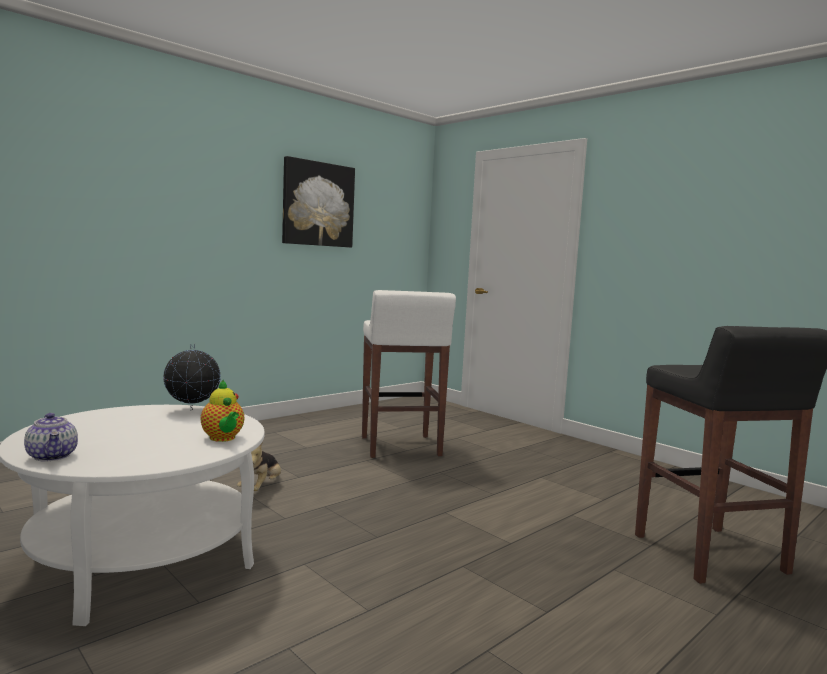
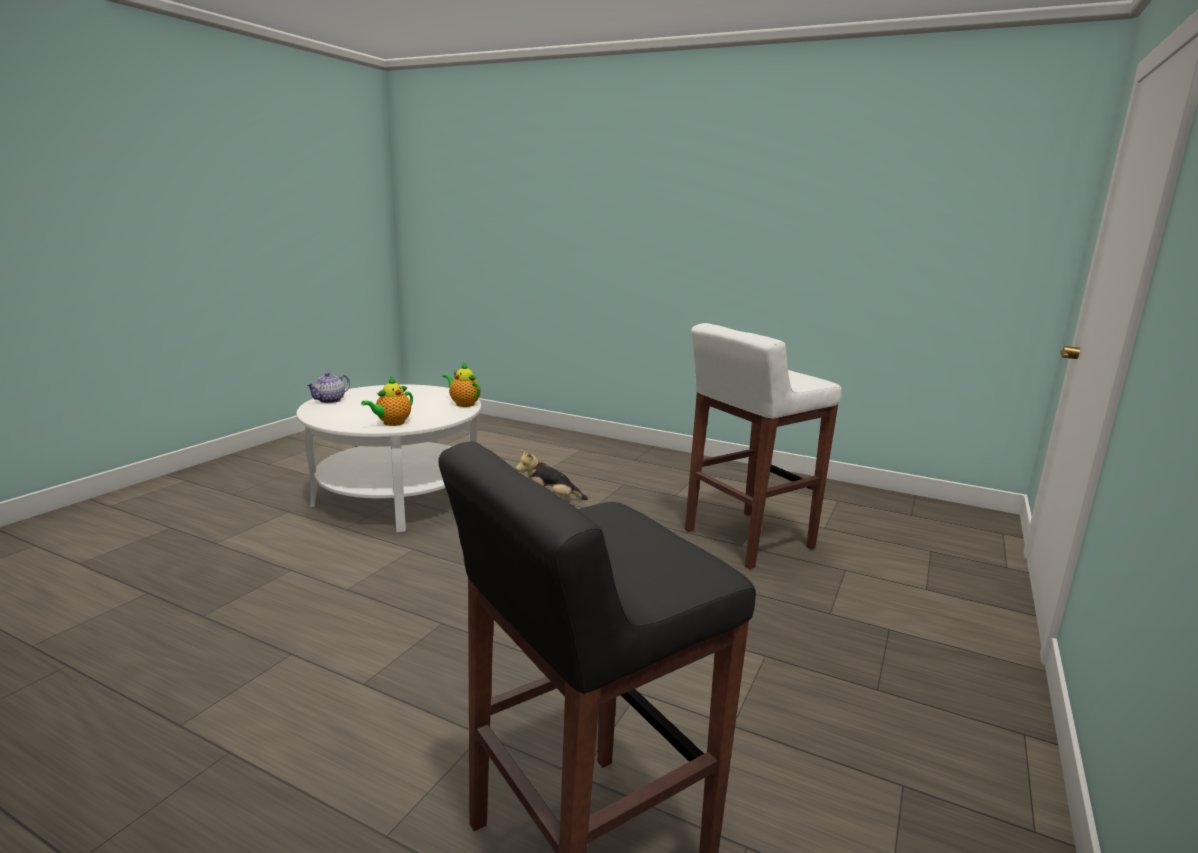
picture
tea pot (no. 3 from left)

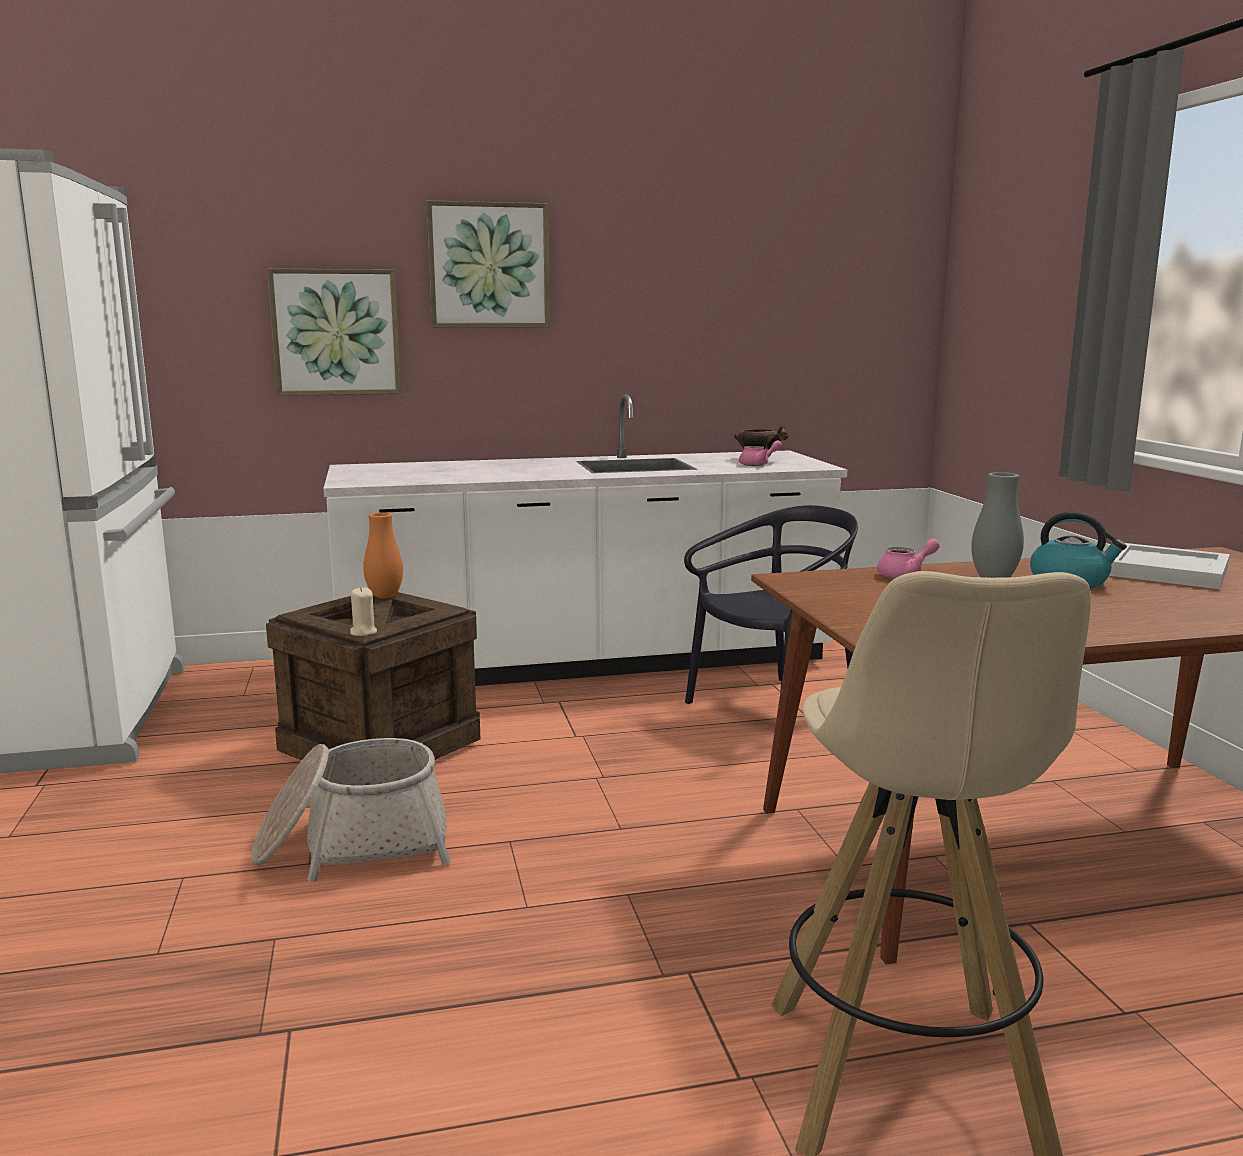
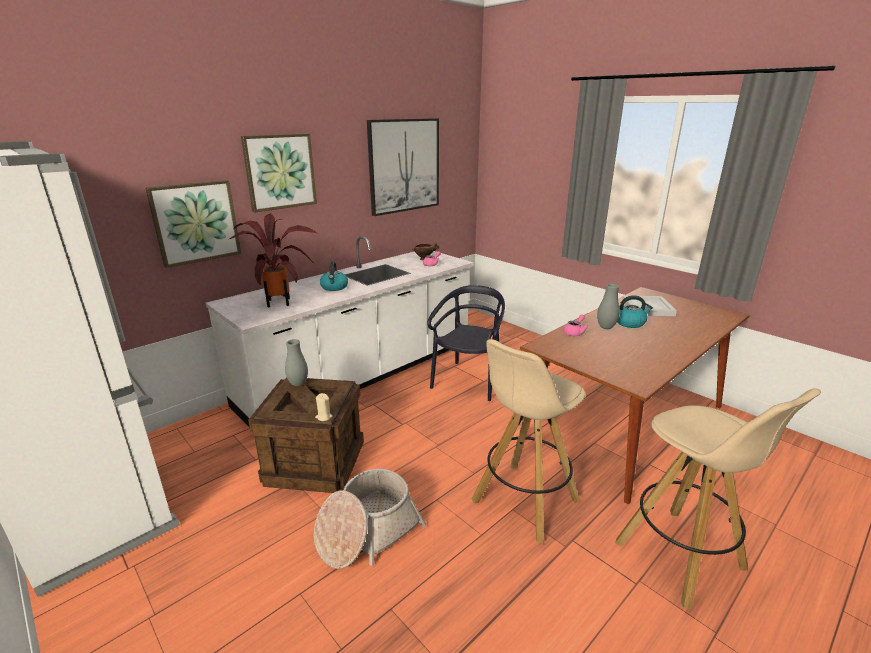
houseplant
water kettle (no. 1 from left)
picture (no. 3 from left)
sand-coloured sitting stool (no. 1 from left)
gray flower vase (no. 1 from left)

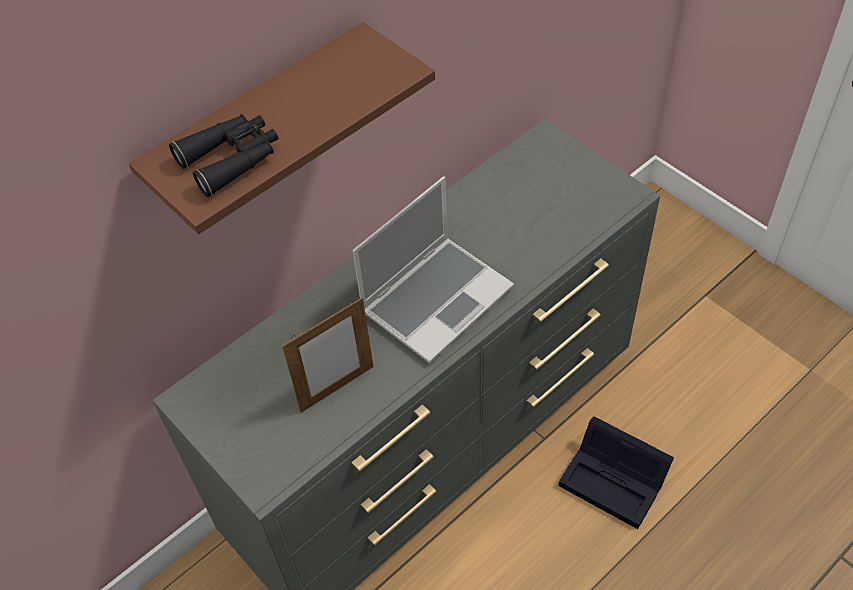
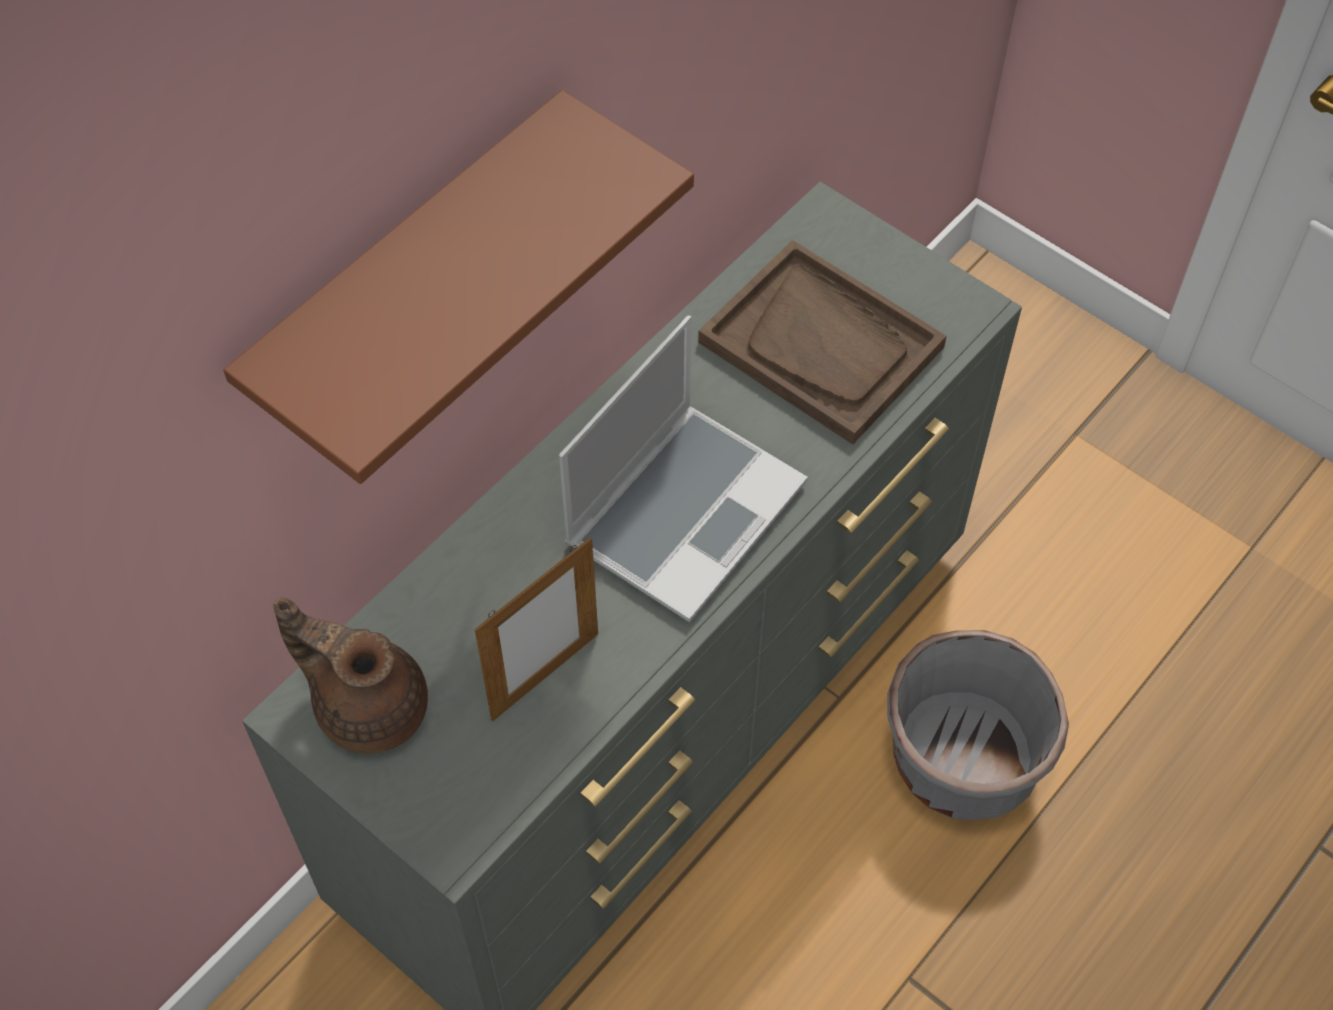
black pair of binoculars
brown-coloured tea pot
brown-coloured carrying tray
gray planter

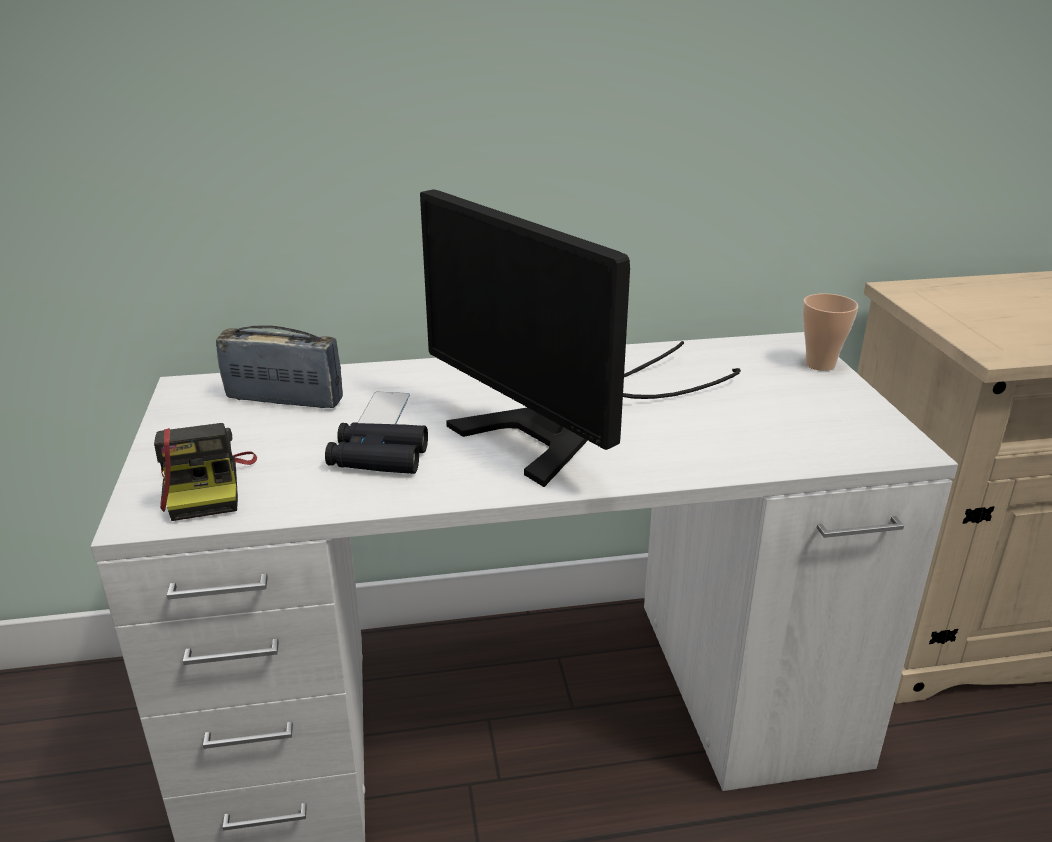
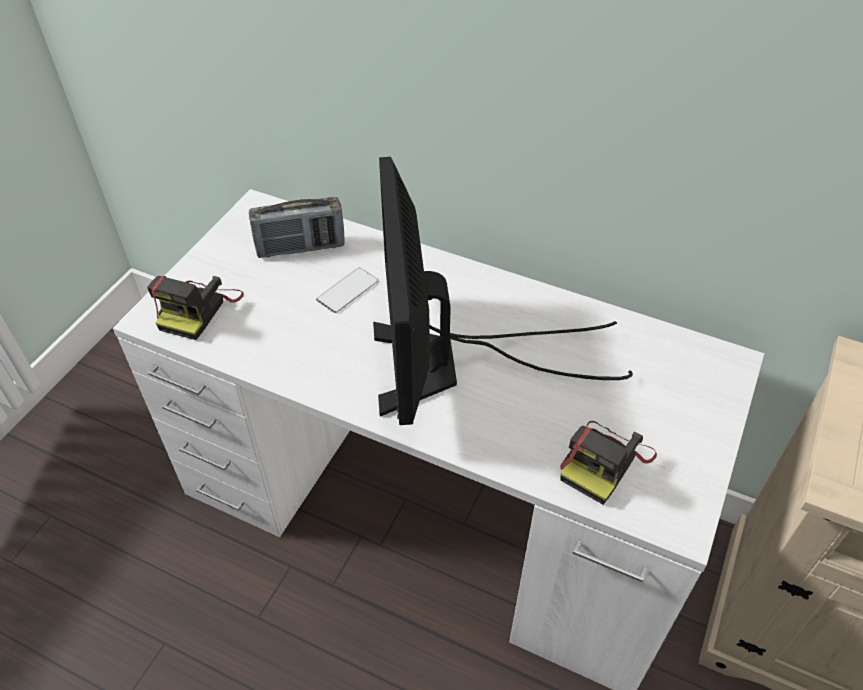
black pair of binoculars
cup
photo camera (no. 2 from left)
radio set

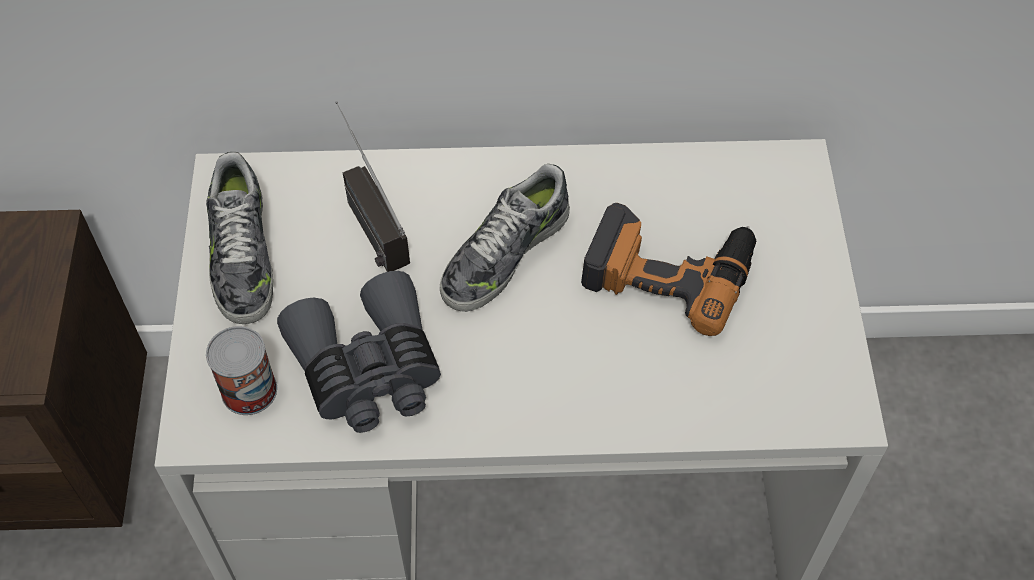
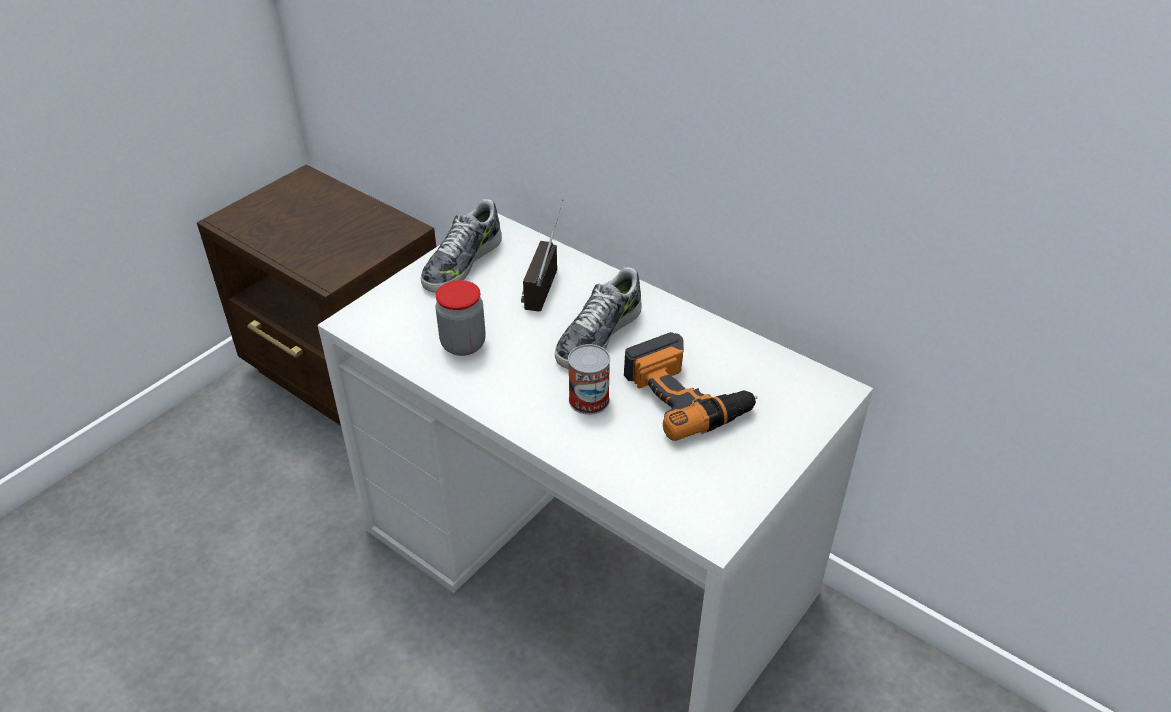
can
preserve jar
low shoe (no. 2 from left)

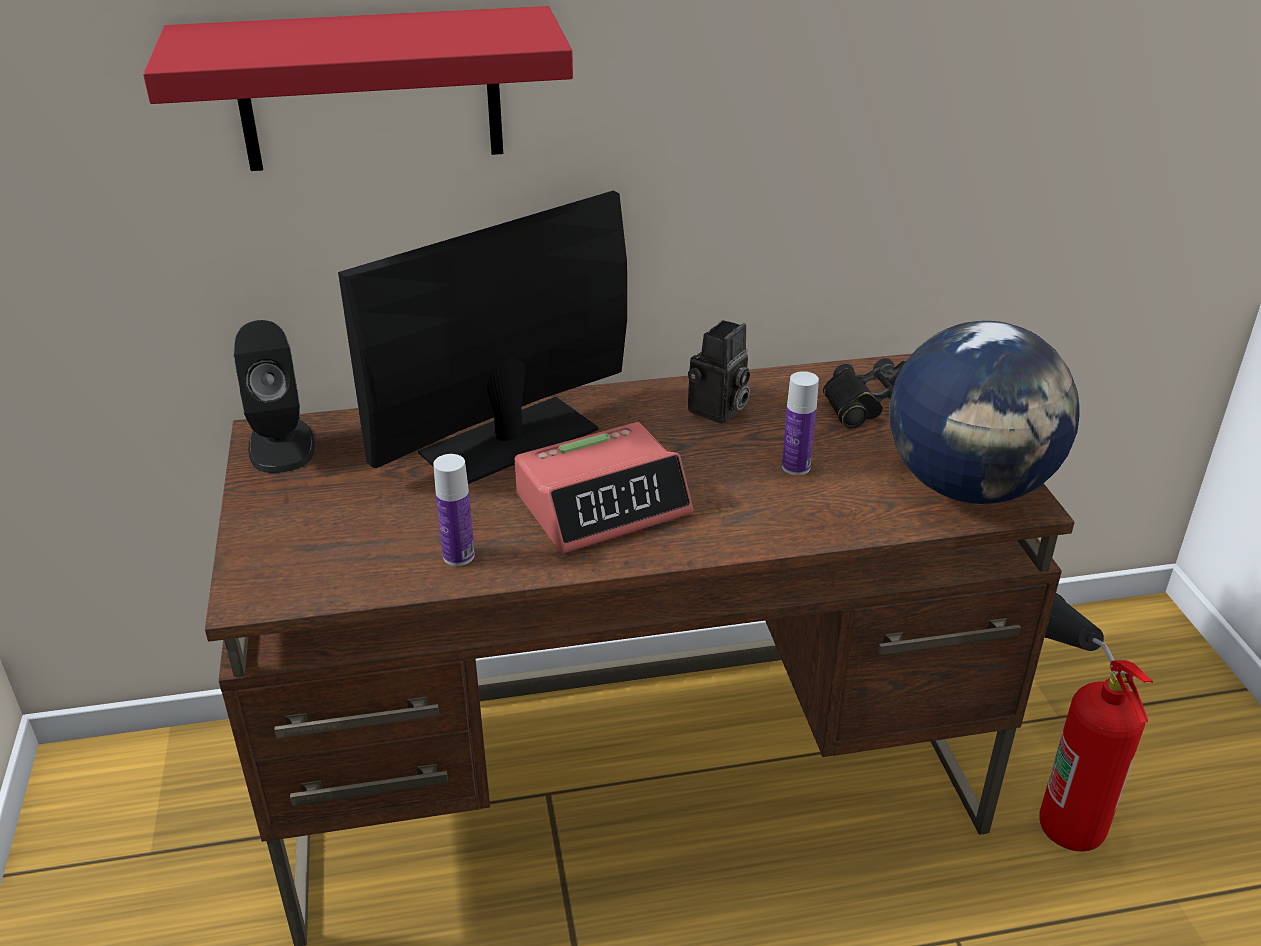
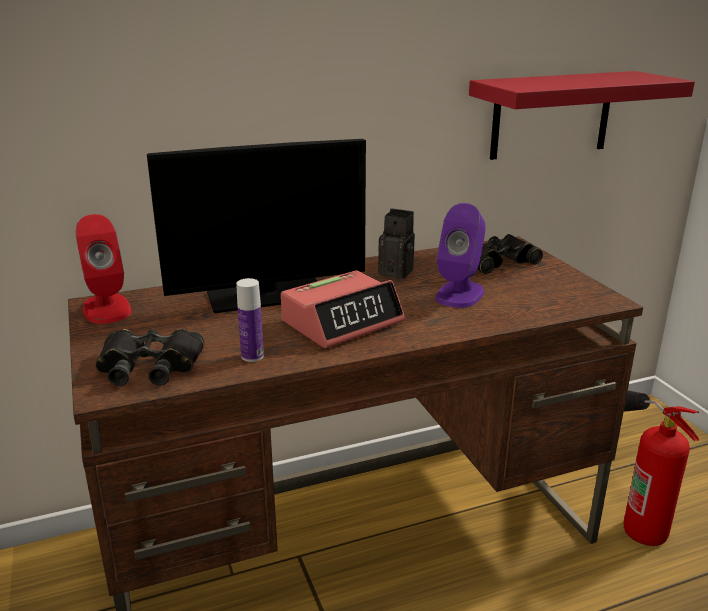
globe
black pair of binoculars (no. 1 from left)
reddish bracket shelf
purple audio speaker
reddish audio speaker
computer display
photo camera

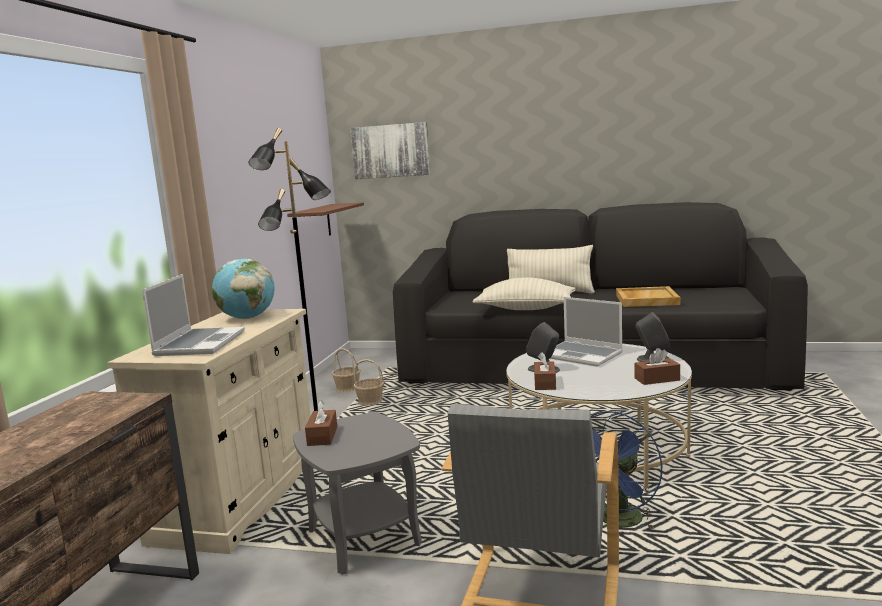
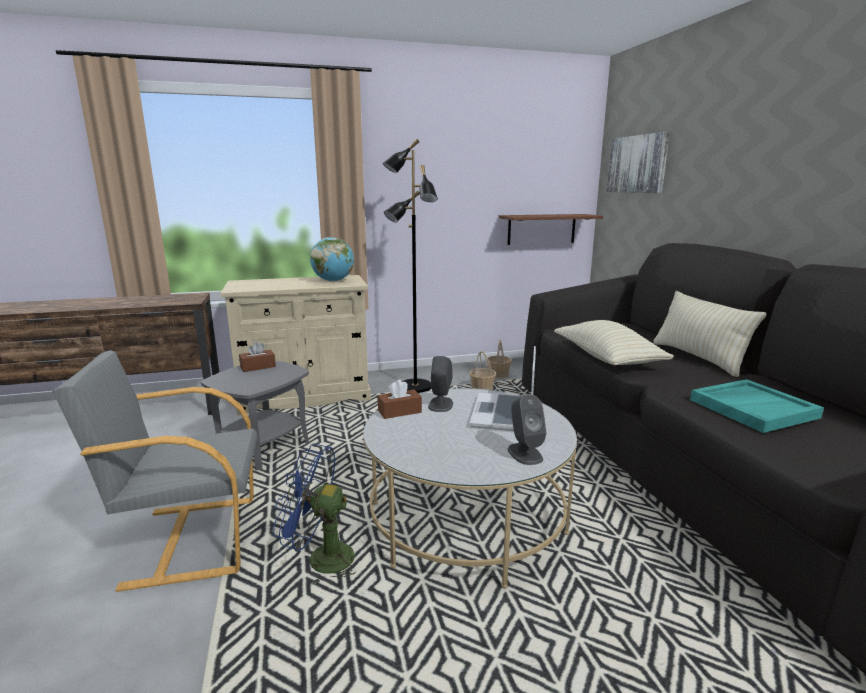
notebook computer (no. 1 from left in the first image)
brown-coloured tissue box (no. 3 from left in the first image)
turquoise-coloured carrying tray

